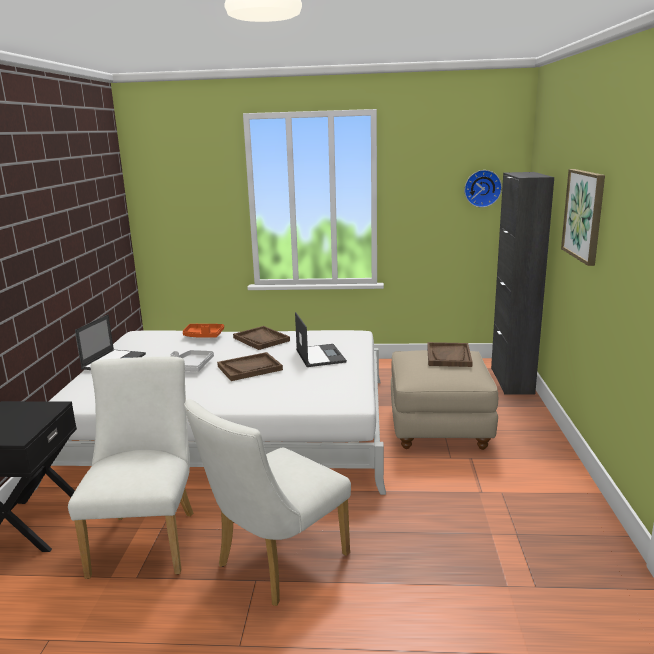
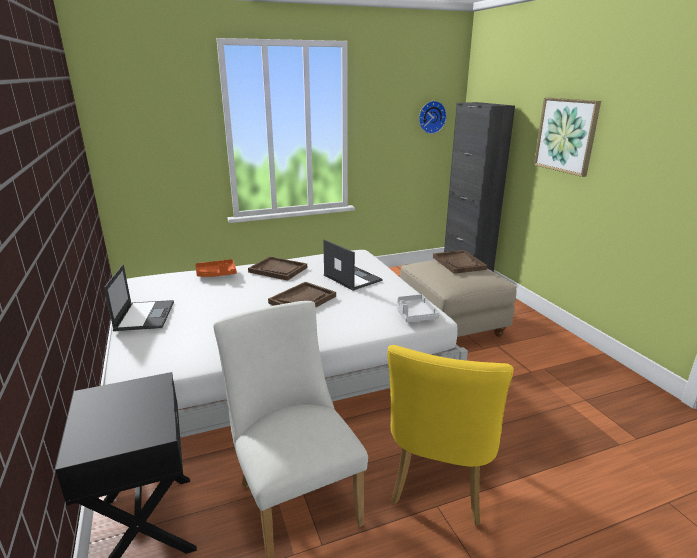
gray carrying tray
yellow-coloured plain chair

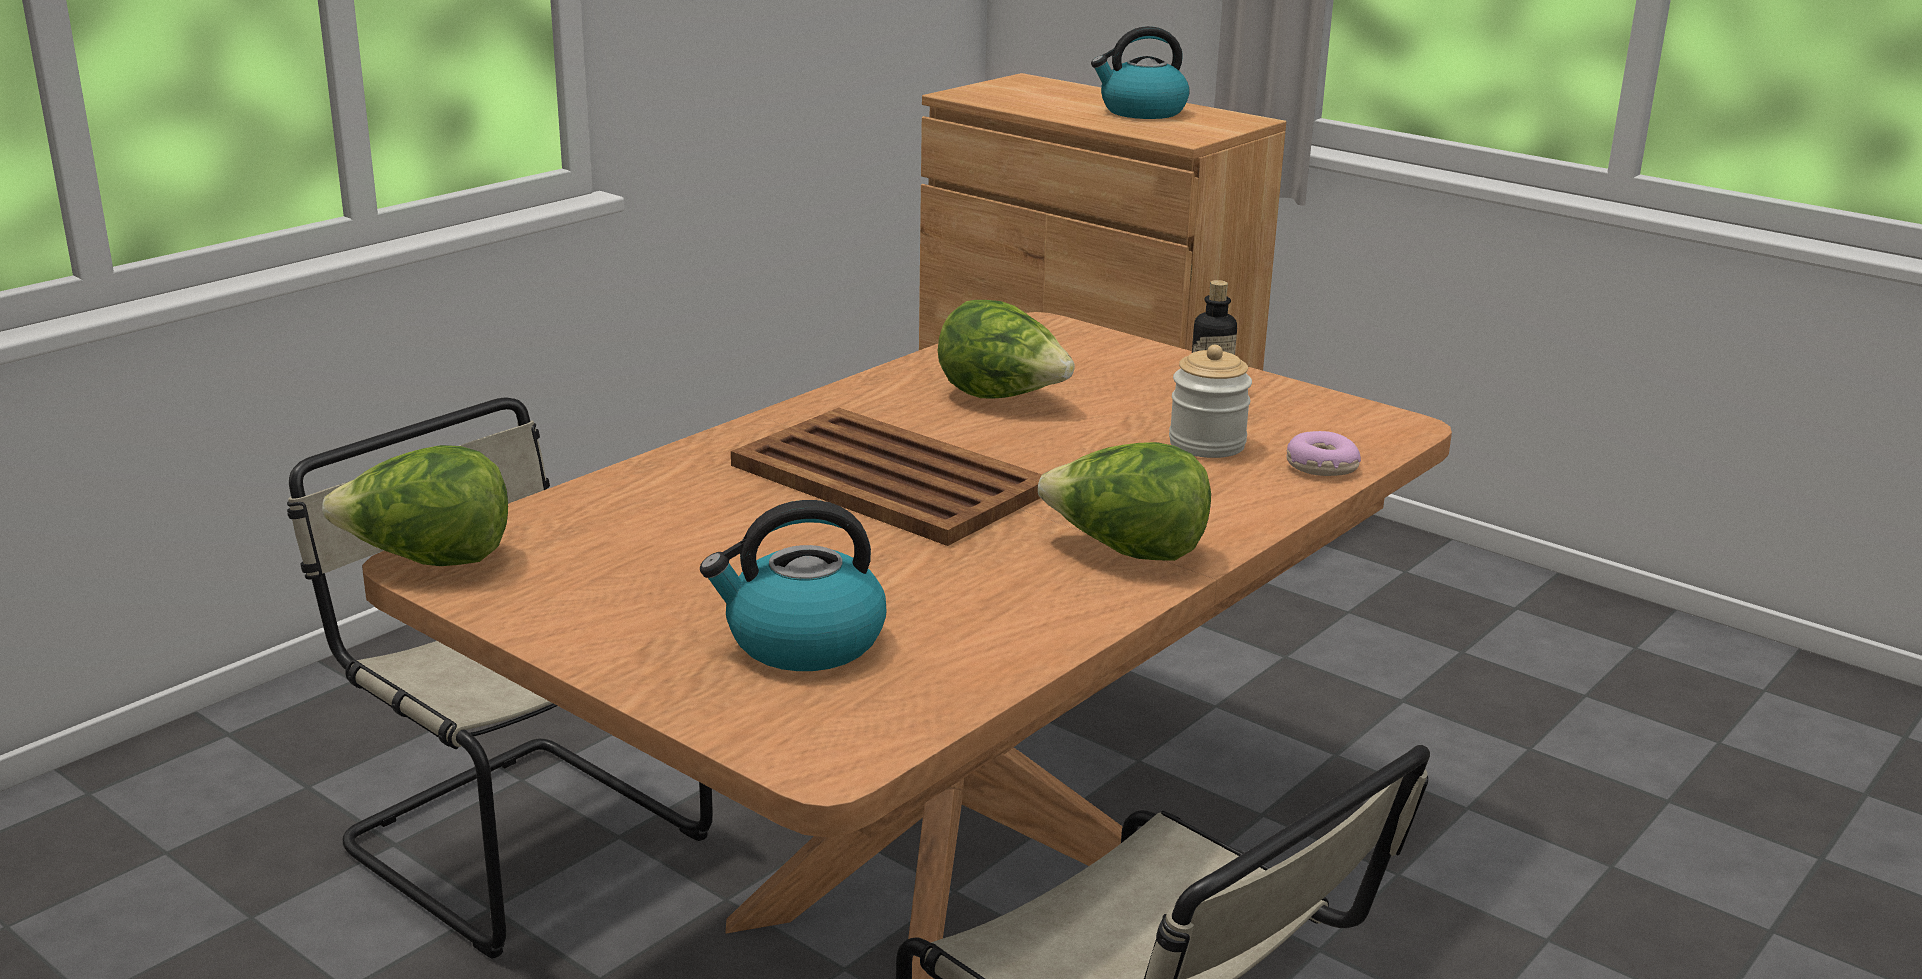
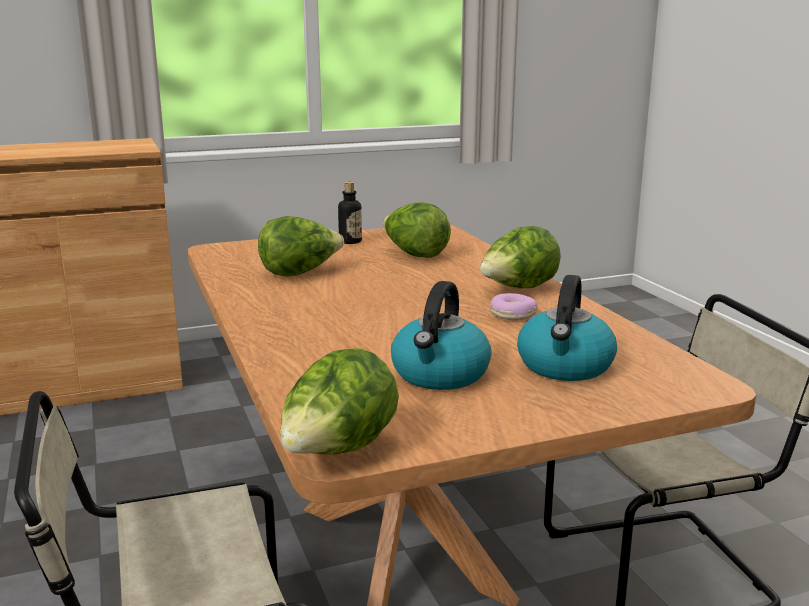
brown-coloured carrying tray
water kettle (no. 1 from left)
ring doughnut
head of lettuce (no. 3 from left)

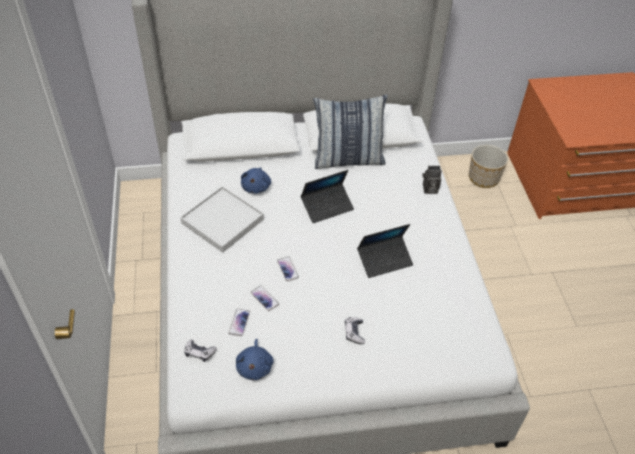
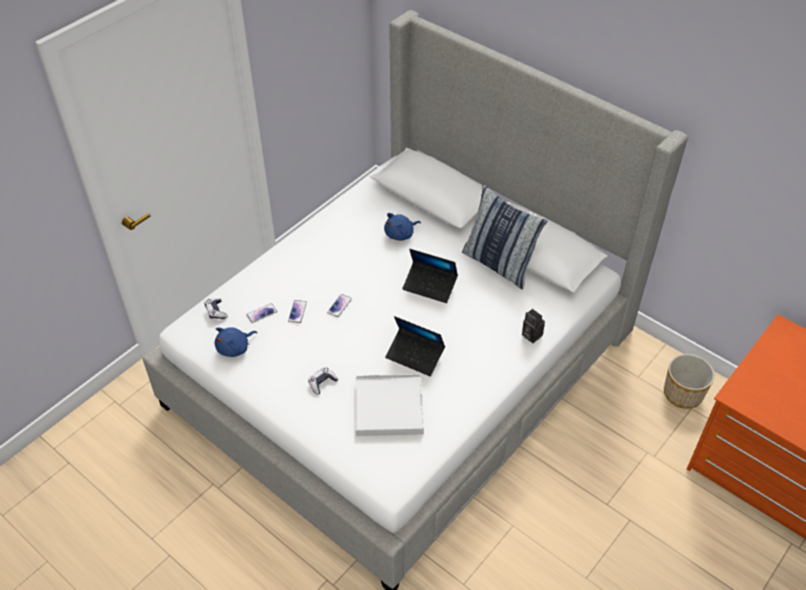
white carrying tray

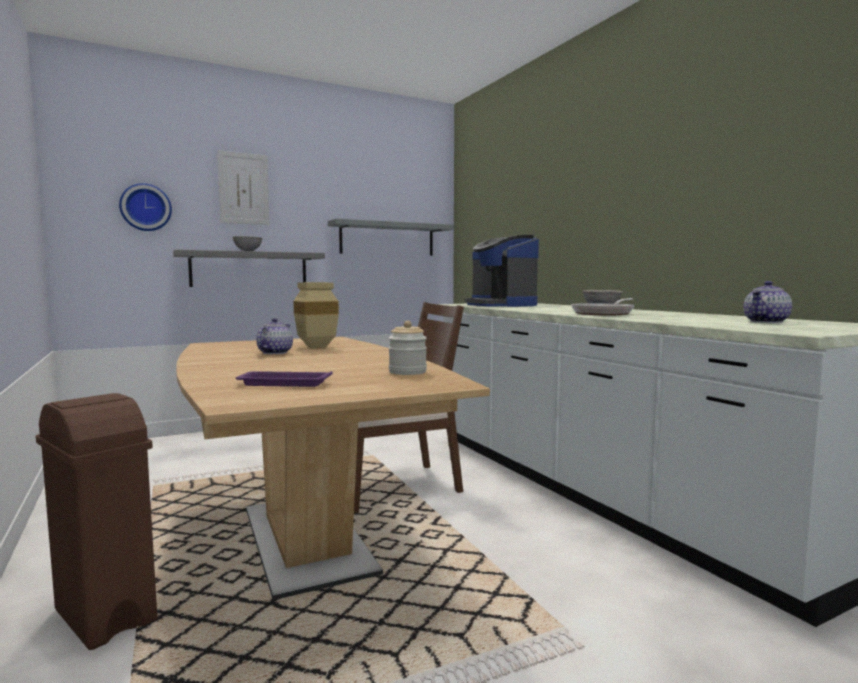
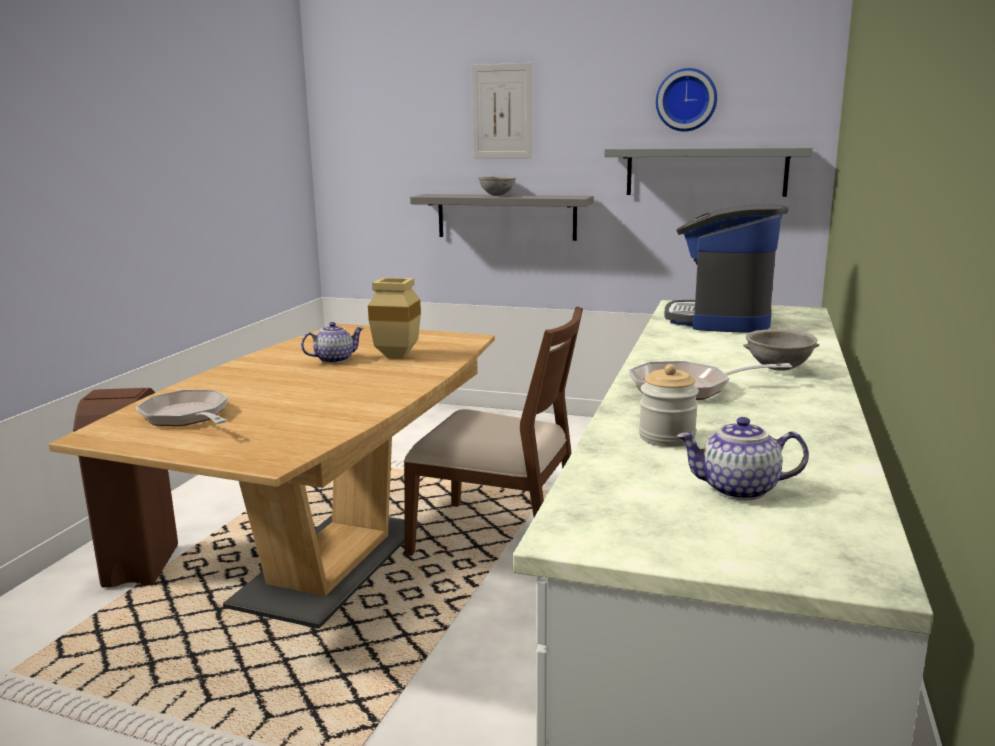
wall clock
preserve jar
skillet (no. 1 from left)

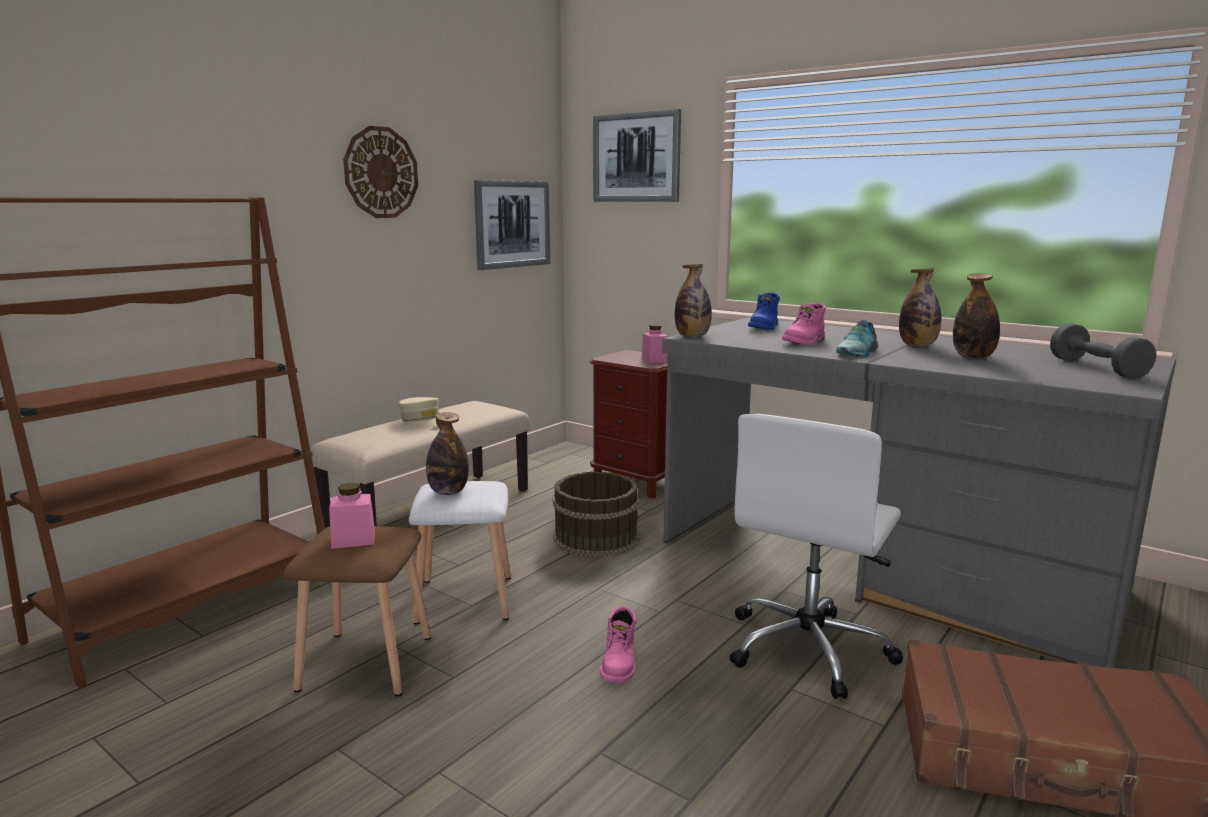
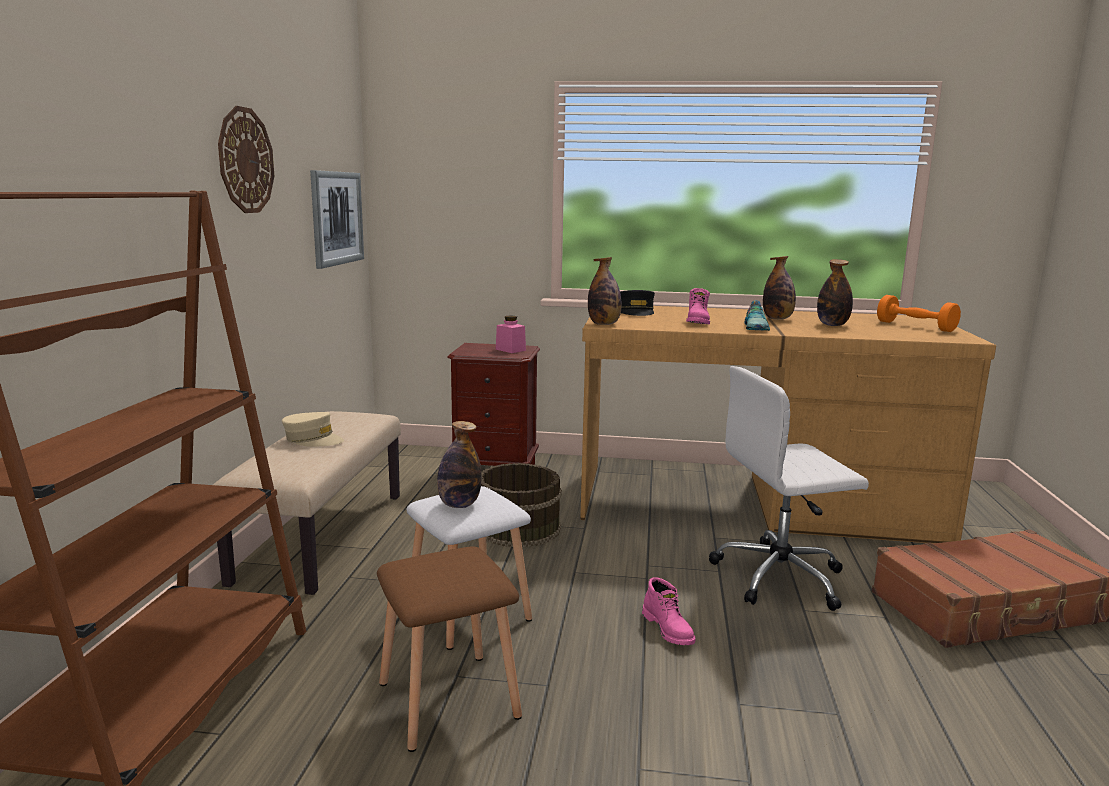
pink preserve jar (no. 1 from left in the first image)
picture (no. 2 from left in the first image)
black baseball cap
brown-coloured desk table
orange free weight
white office chair

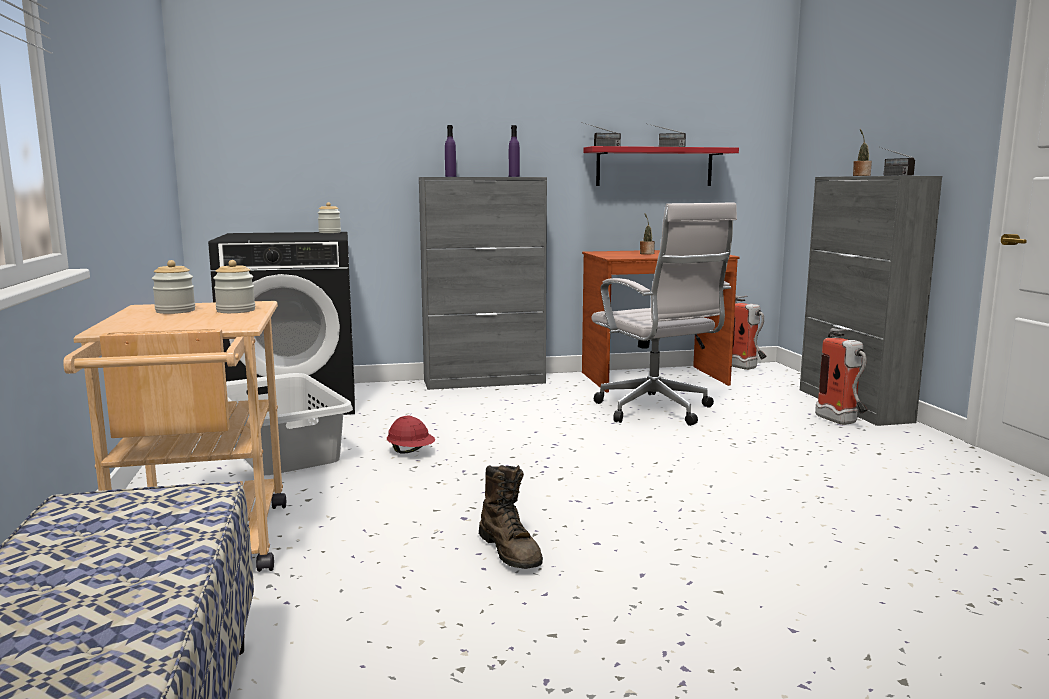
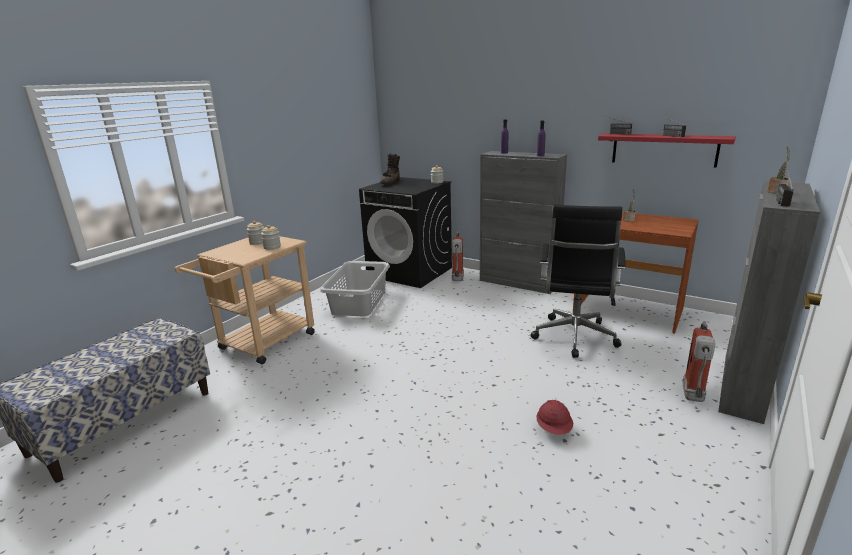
reddish work helmet
brown-coloured boot
fire extinguisher (no. 1 from left)
black office chair

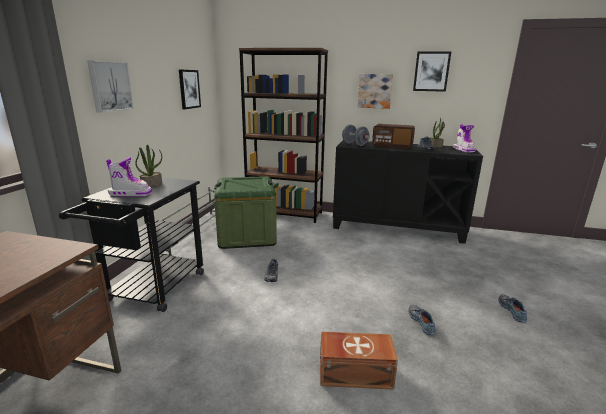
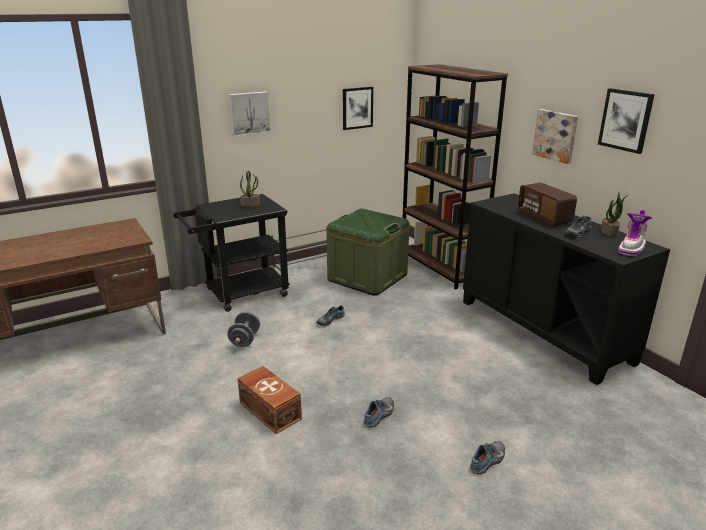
boot (no. 1 from left in the first image)
gray free weight

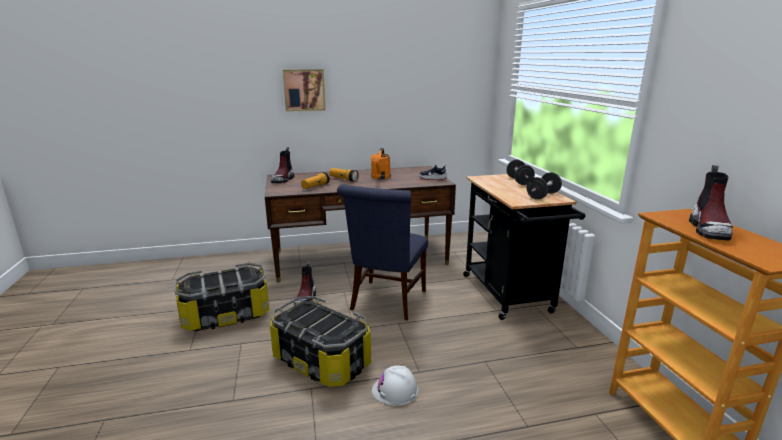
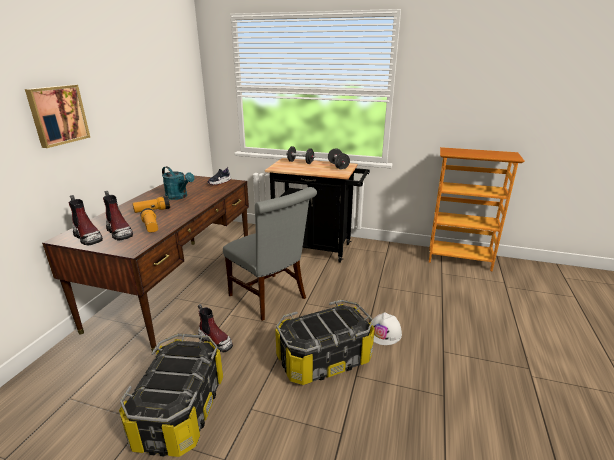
boot (no. 2 from left)
gray plain chair
turquoise-coloured watering can

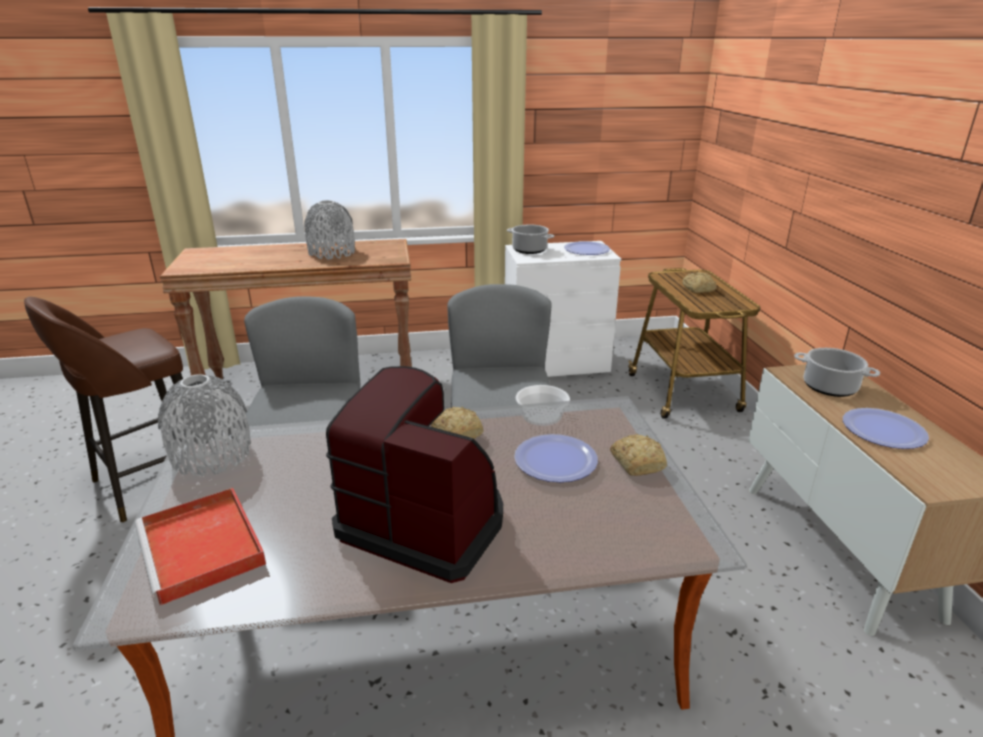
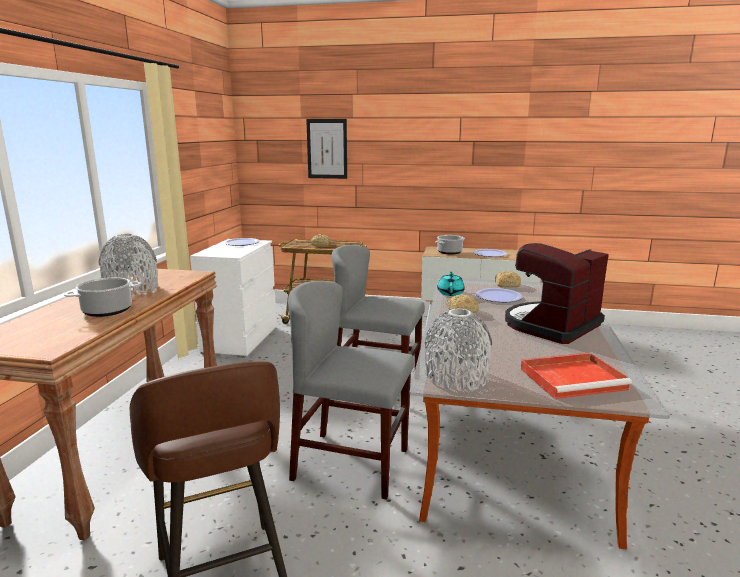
picture
cooking pot (no. 1 from left)
turquoise-coloured tea pot

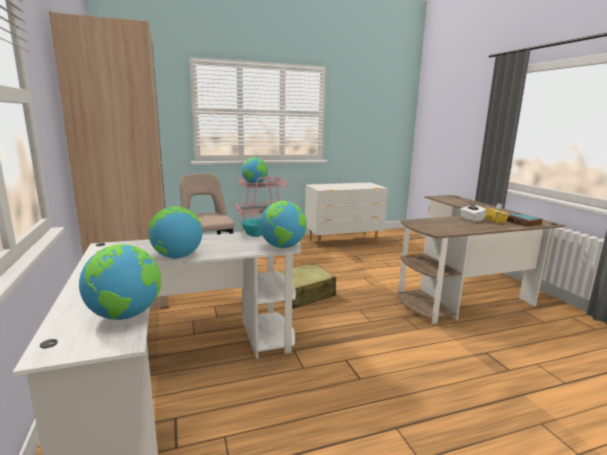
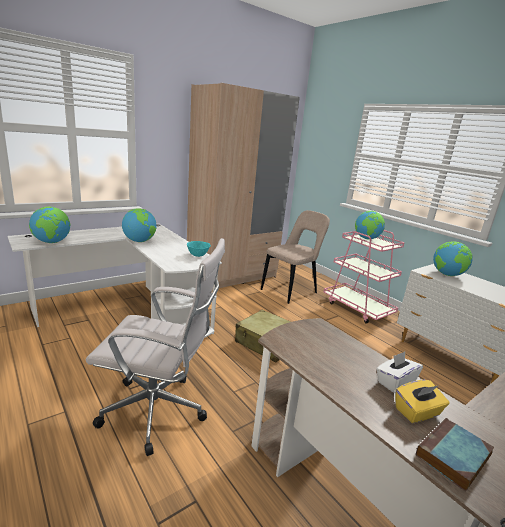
white office chair
globe (no. 4 from left)

